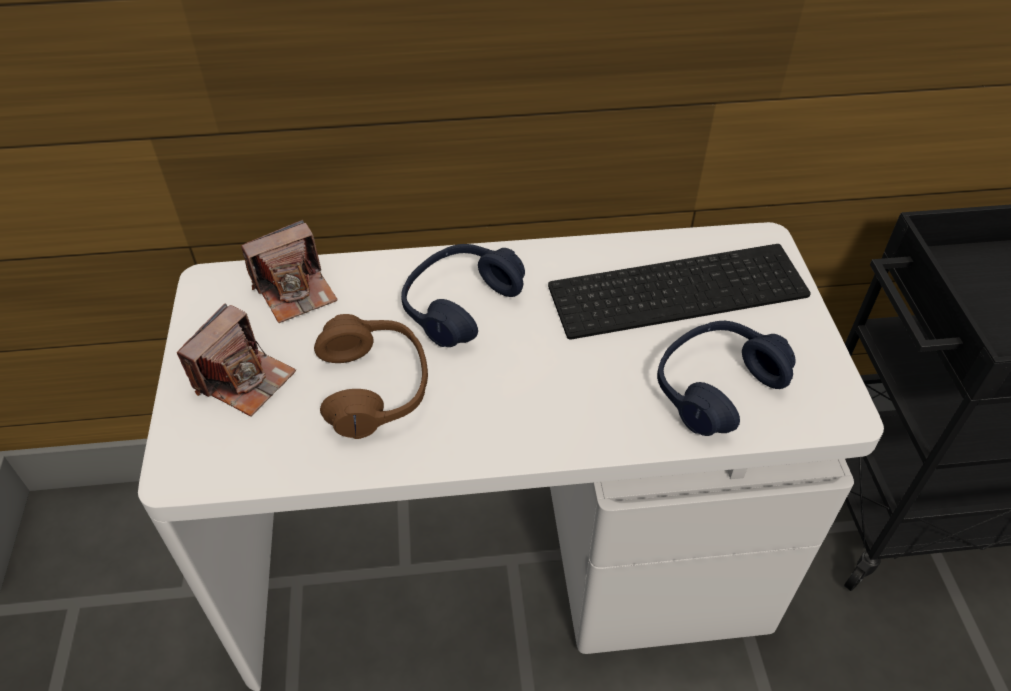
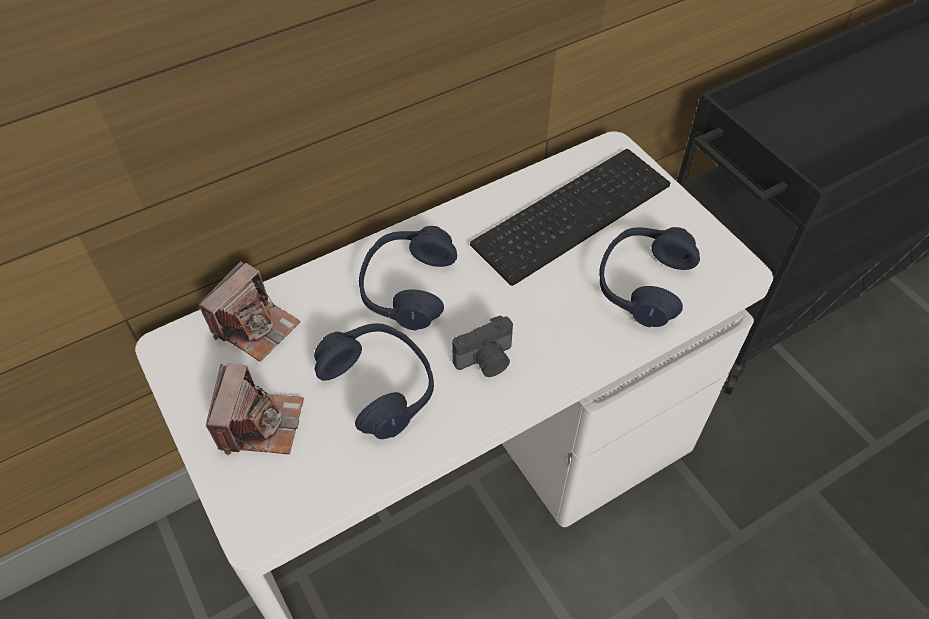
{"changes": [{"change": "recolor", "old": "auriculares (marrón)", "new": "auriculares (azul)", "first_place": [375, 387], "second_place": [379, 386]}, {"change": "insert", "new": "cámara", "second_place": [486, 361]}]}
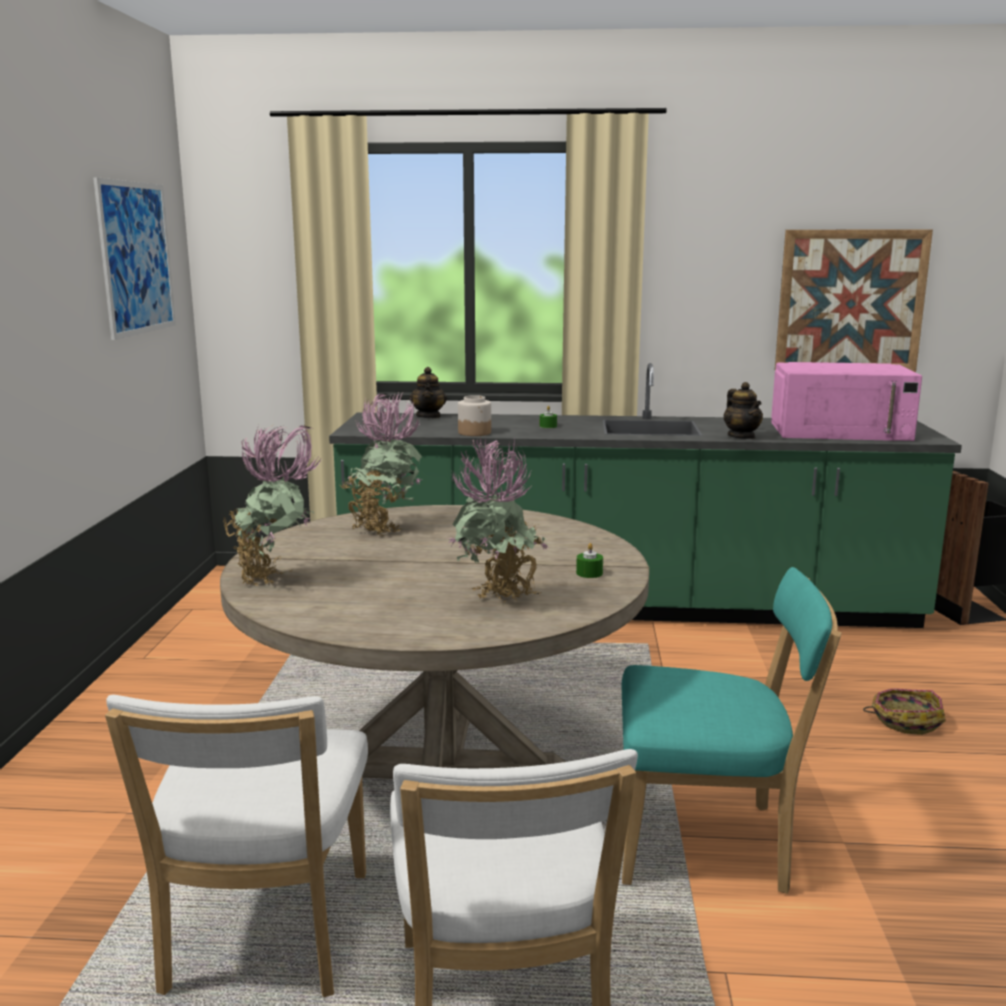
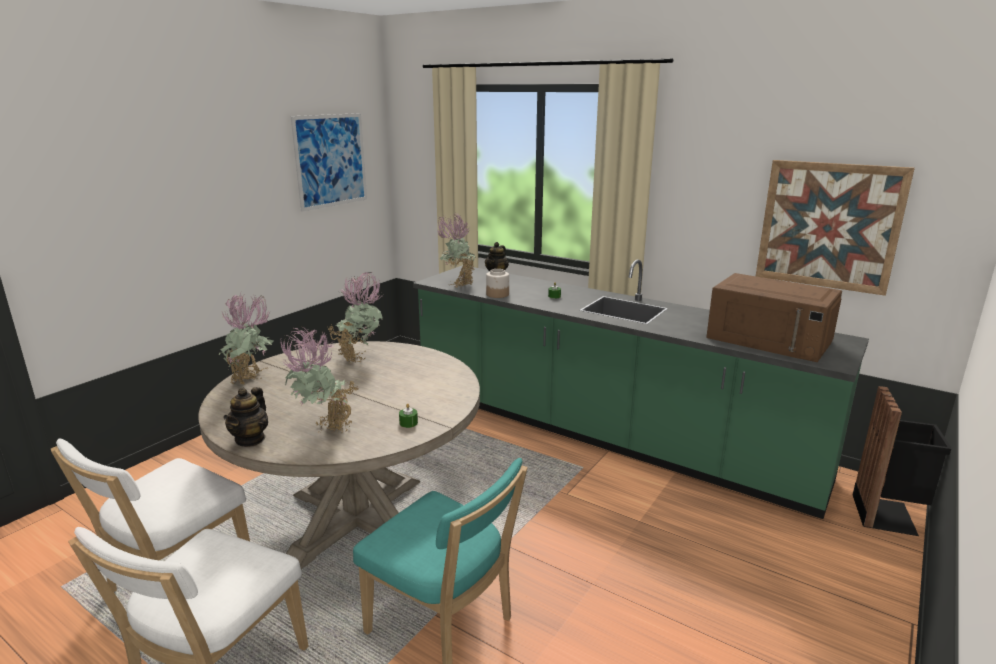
{"changes": [{"change": "move", "old": "tetera", "first_place": [741, 437], "second_place": [250, 439]}, {"change": "insert", "new": "planta en maceta", "second_place": [458, 284]}, {"change": "recolor", "old": "microondas (rosa)", "new": "microondas (marrón)", "first_place": [841, 431], "second_place": [770, 339]}, {"change": "delete", "old": "cesta", "first_place": [905, 721]}]}
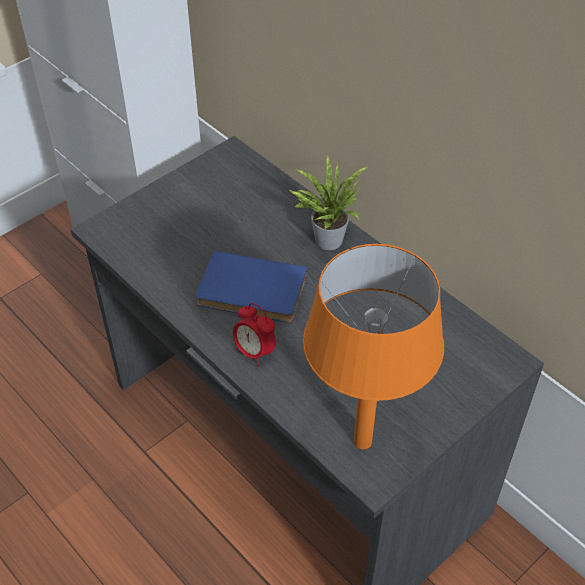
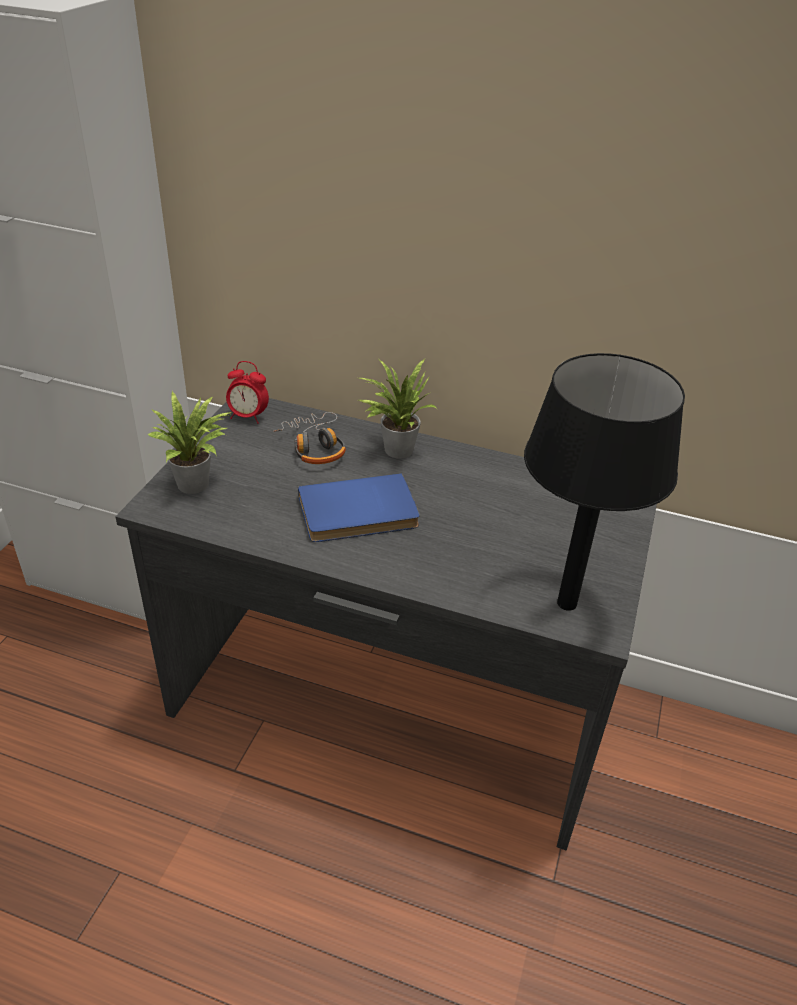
{"changes": [{"change": "insert", "new": "planta en maceta", "second_place": [197, 484]}, {"change": "move", "old": "despertador", "first_place": [254, 352], "second_place": [248, 417]}, {"change": "insert", "new": "auriculares", "second_place": [314, 446]}, {"change": "recolor", "old": "lámpara de mesa (naranja)", "new": "lámpara de mesa (negro)", "first_place": [363, 442], "second_place": [568, 603]}]}
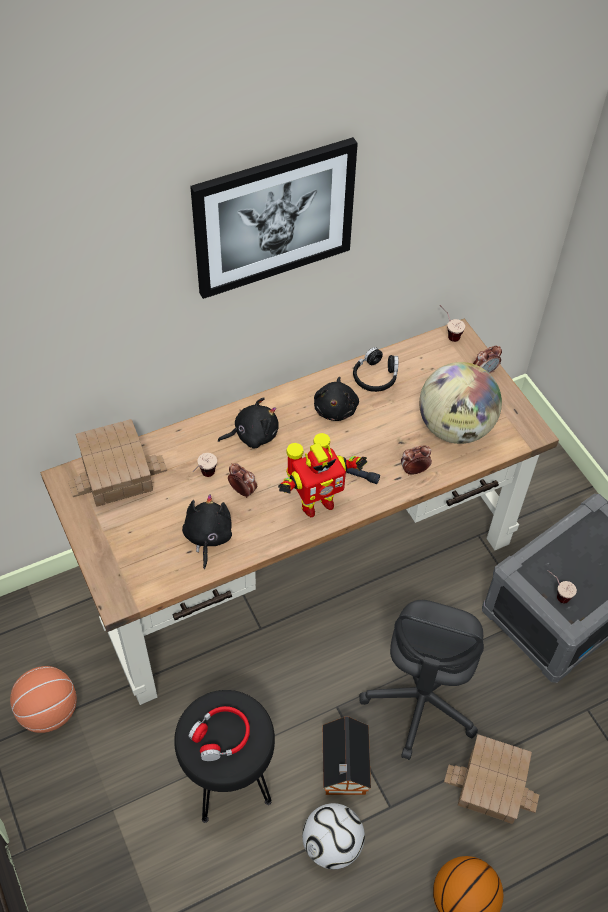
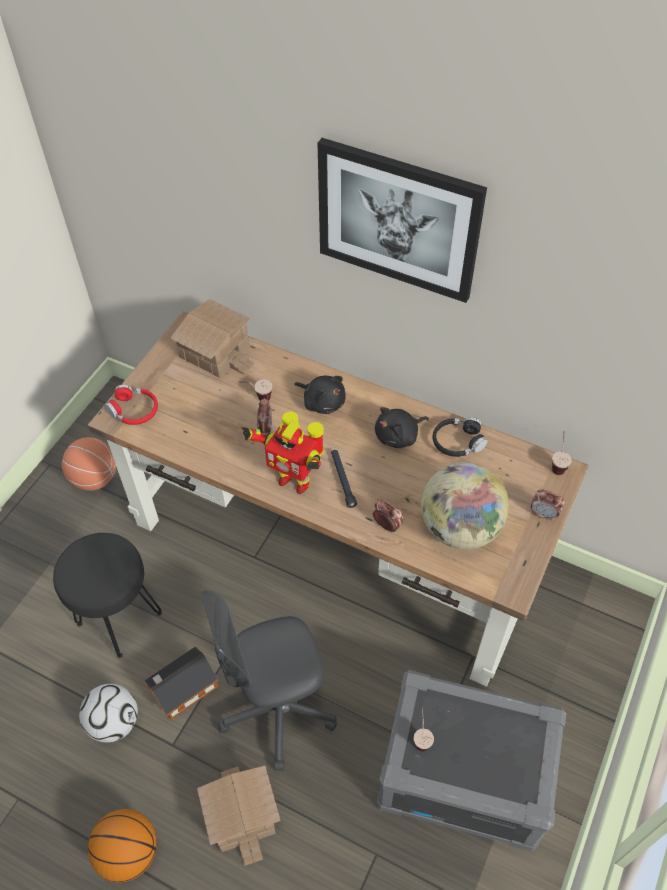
{"changes": [{"change": "move", "old": "auriculares (rojo)", "first_place": [221, 736], "second_place": [134, 410]}, {"change": "delete", "old": "peluche (negro)", "first_place": [207, 537]}]}
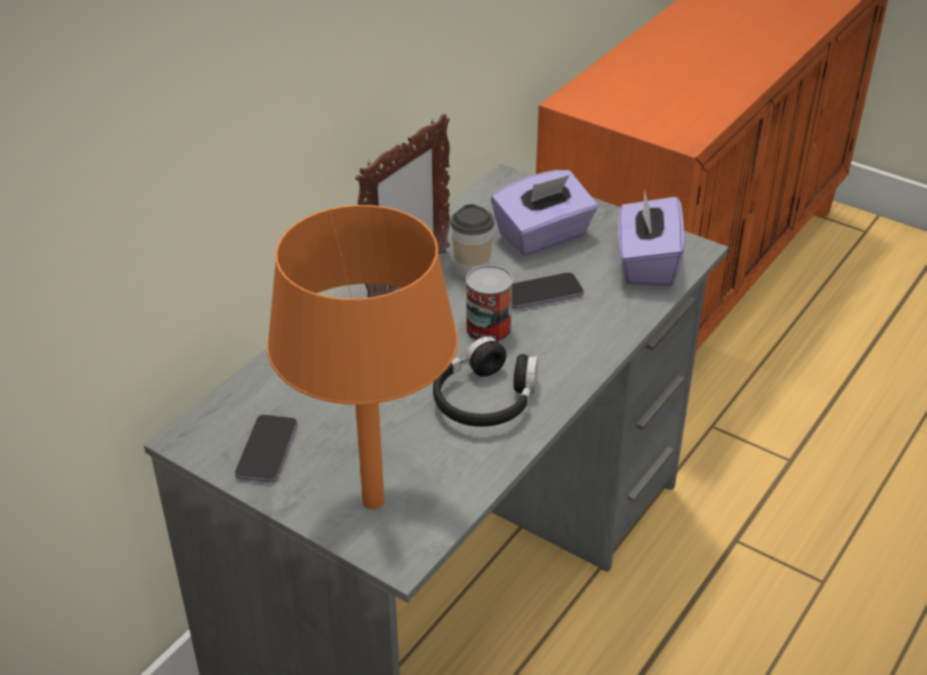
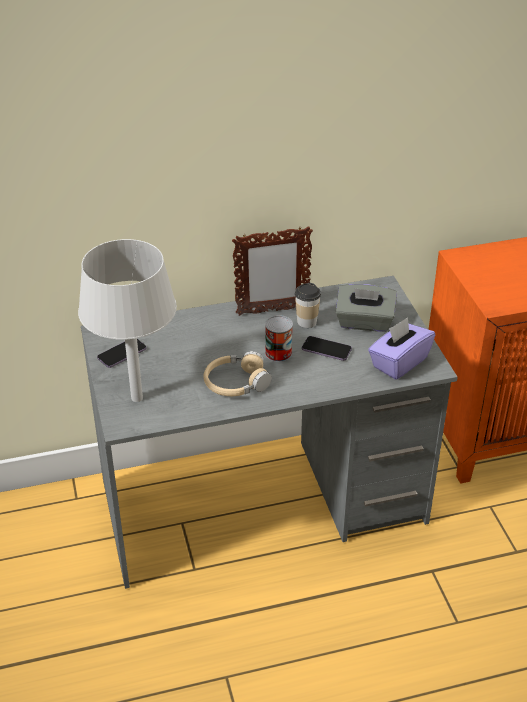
{"changes": [{"change": "recolor", "old": "lámpara de mesa (naranja)", "new": "lámpara de mesa (gris)", "first_place": [373, 502], "second_place": [136, 398]}, {"change": "recolor", "old": "auriculares (negro)", "new": "auriculares (beis)", "first_place": [486, 399], "second_place": [236, 383]}, {"change": "recolor", "old": "caja de pañuelos (morado)", "new": "caja de pañuelos (gris)", "first_place": [543, 236], "second_place": [364, 322]}]}
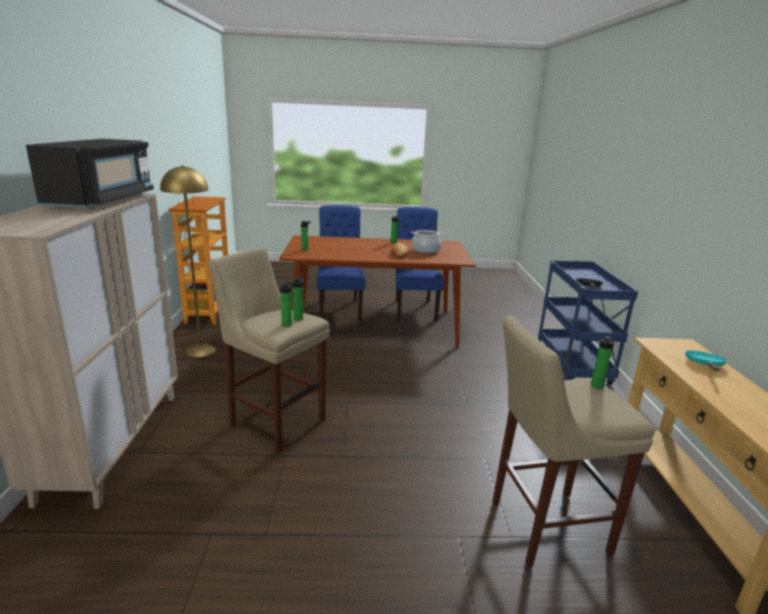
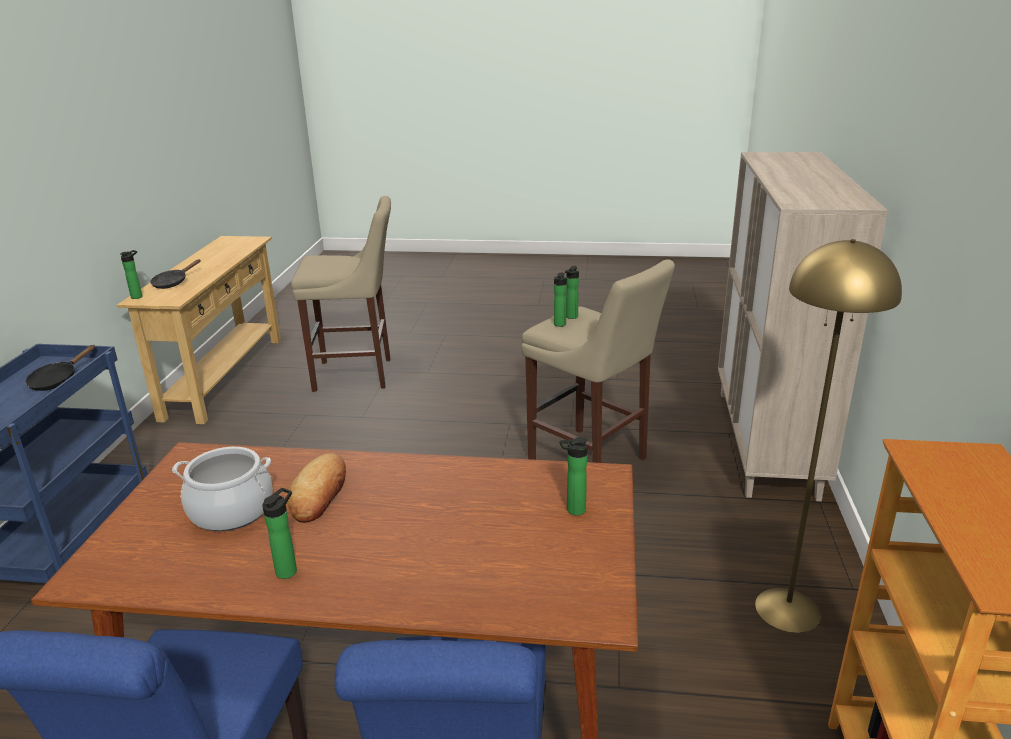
{"changes": [{"change": "move", "old": "botella", "first_place": [596, 386], "second_place": [138, 296]}, {"change": "recolor", "old": "sartén (turquesa)", "new": "sartén (negro)", "first_place": [704, 365], "second_place": [173, 283]}, {"change": "delete", "old": "microondas (negro)", "first_place": [103, 201]}]}
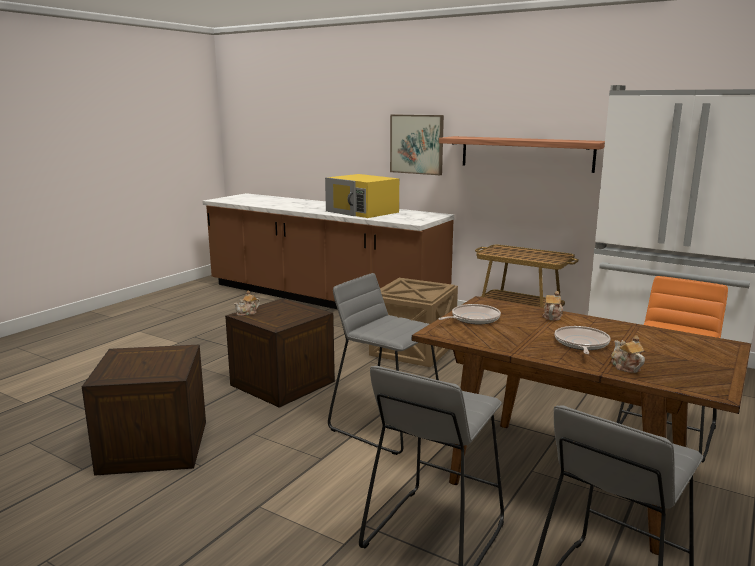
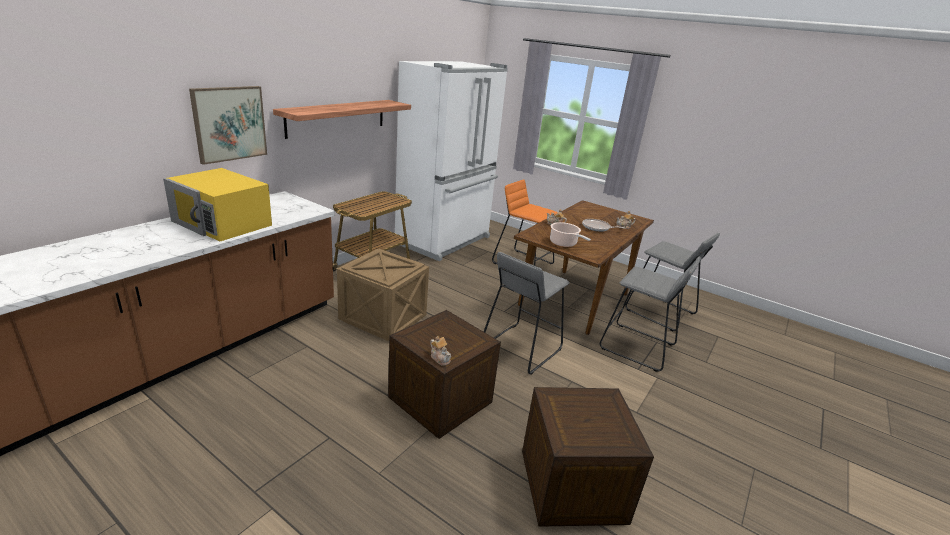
{"changes": [{"change": "rotate", "old": "microondas (amarillo)", "first_place": [362, 212], "second_place": [223, 223], "degrees": 75}, {"change": "replace", "old": "sartén", "new": "olla", "first_place": [473, 319], "second_place": [564, 243]}]}
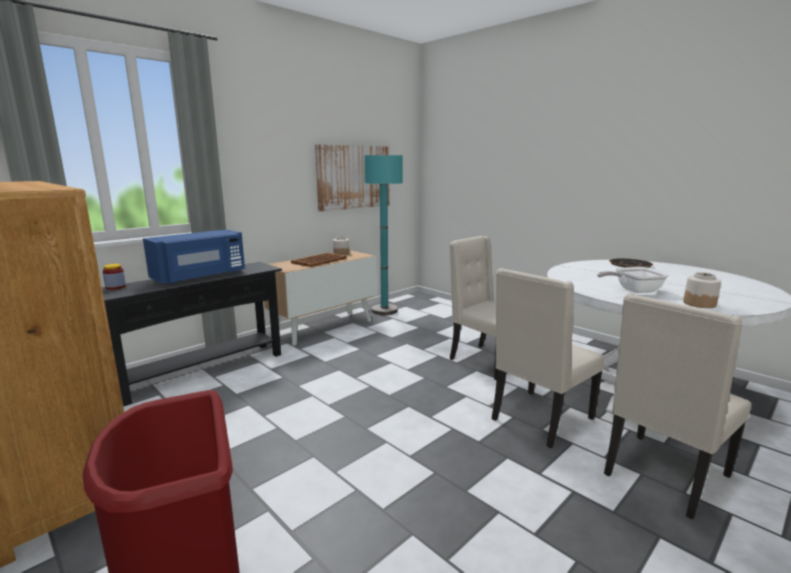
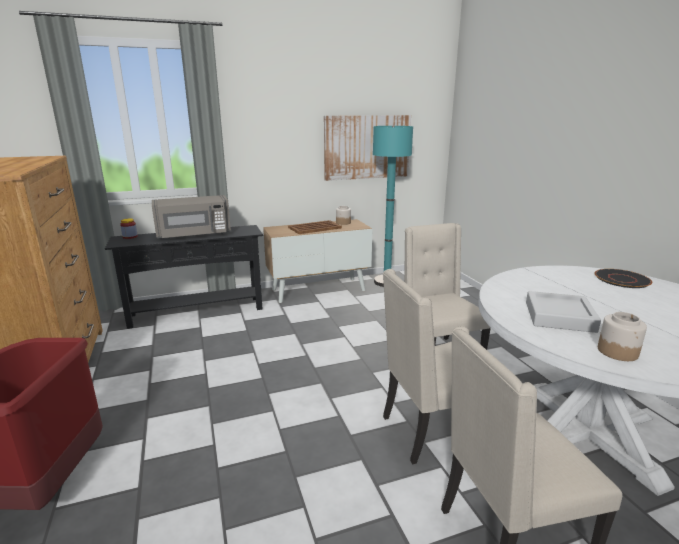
{"changes": [{"change": "recolor", "old": "microondas (azul)", "new": "microondas (gris)", "first_place": [200, 276], "second_place": [194, 234]}, {"change": "replace", "old": "sartén", "new": "bandeja (gris)", "first_place": [633, 290], "second_place": [559, 317]}]}
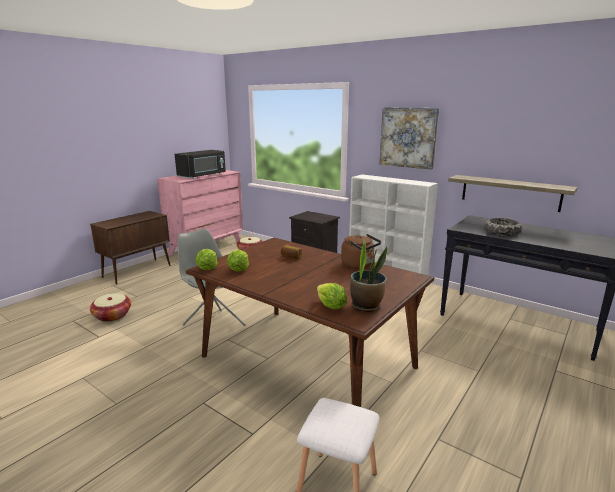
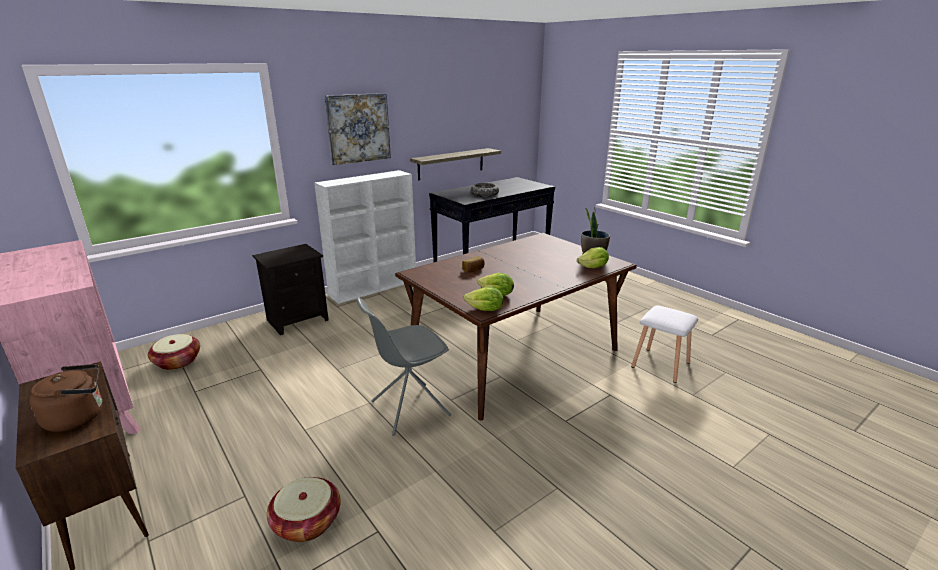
{"changes": [{"change": "move", "old": "hervidor (marrón)", "first_place": [359, 265], "second_place": [79, 417]}, {"change": "delete", "old": "microondas (negro)", "first_place": [203, 175]}]}
